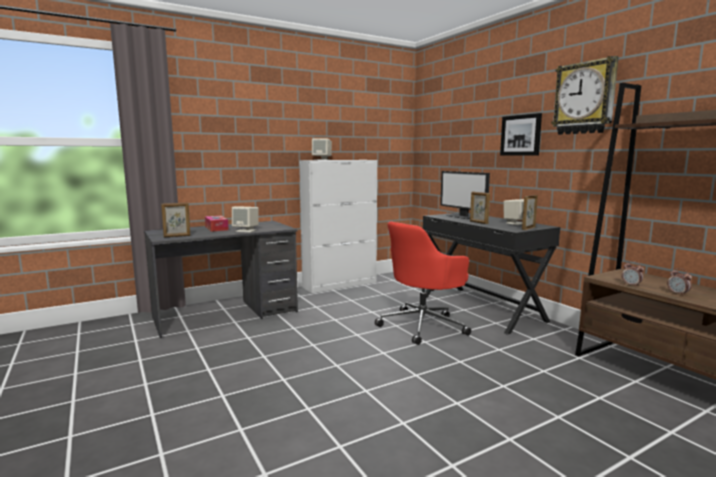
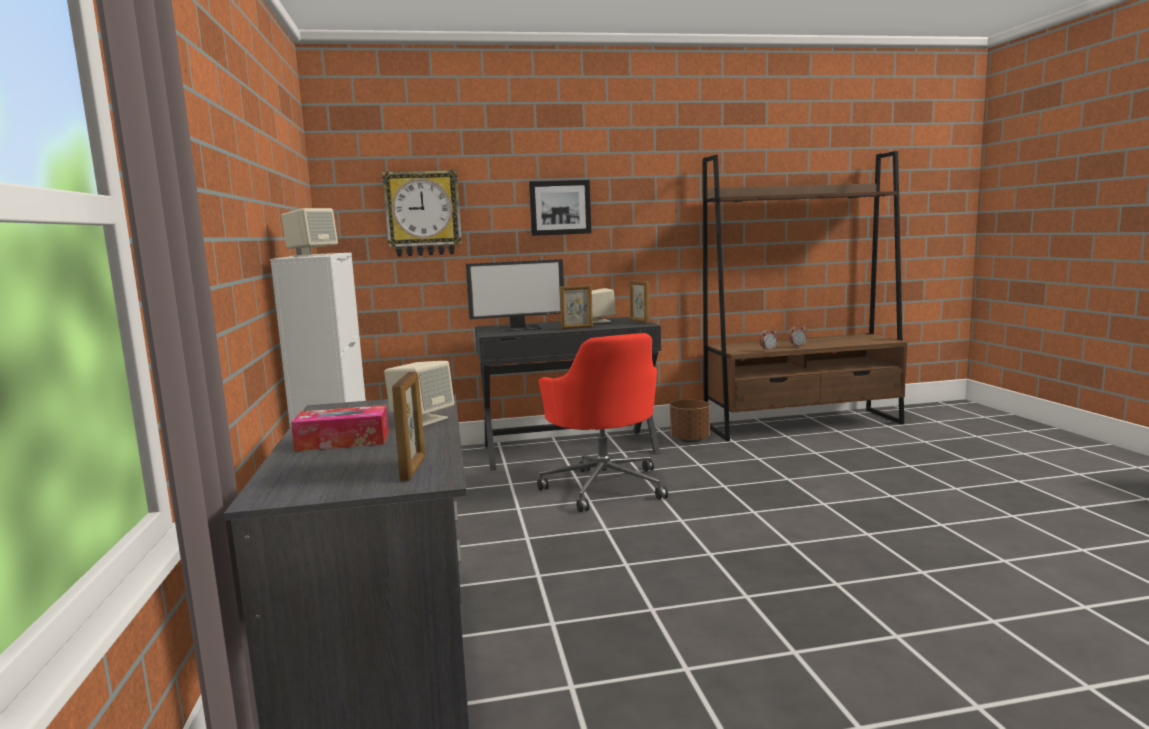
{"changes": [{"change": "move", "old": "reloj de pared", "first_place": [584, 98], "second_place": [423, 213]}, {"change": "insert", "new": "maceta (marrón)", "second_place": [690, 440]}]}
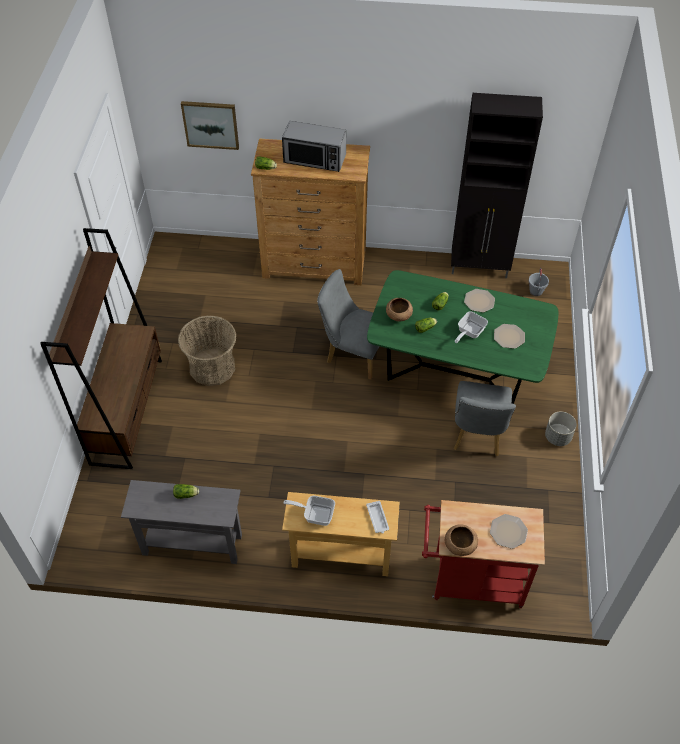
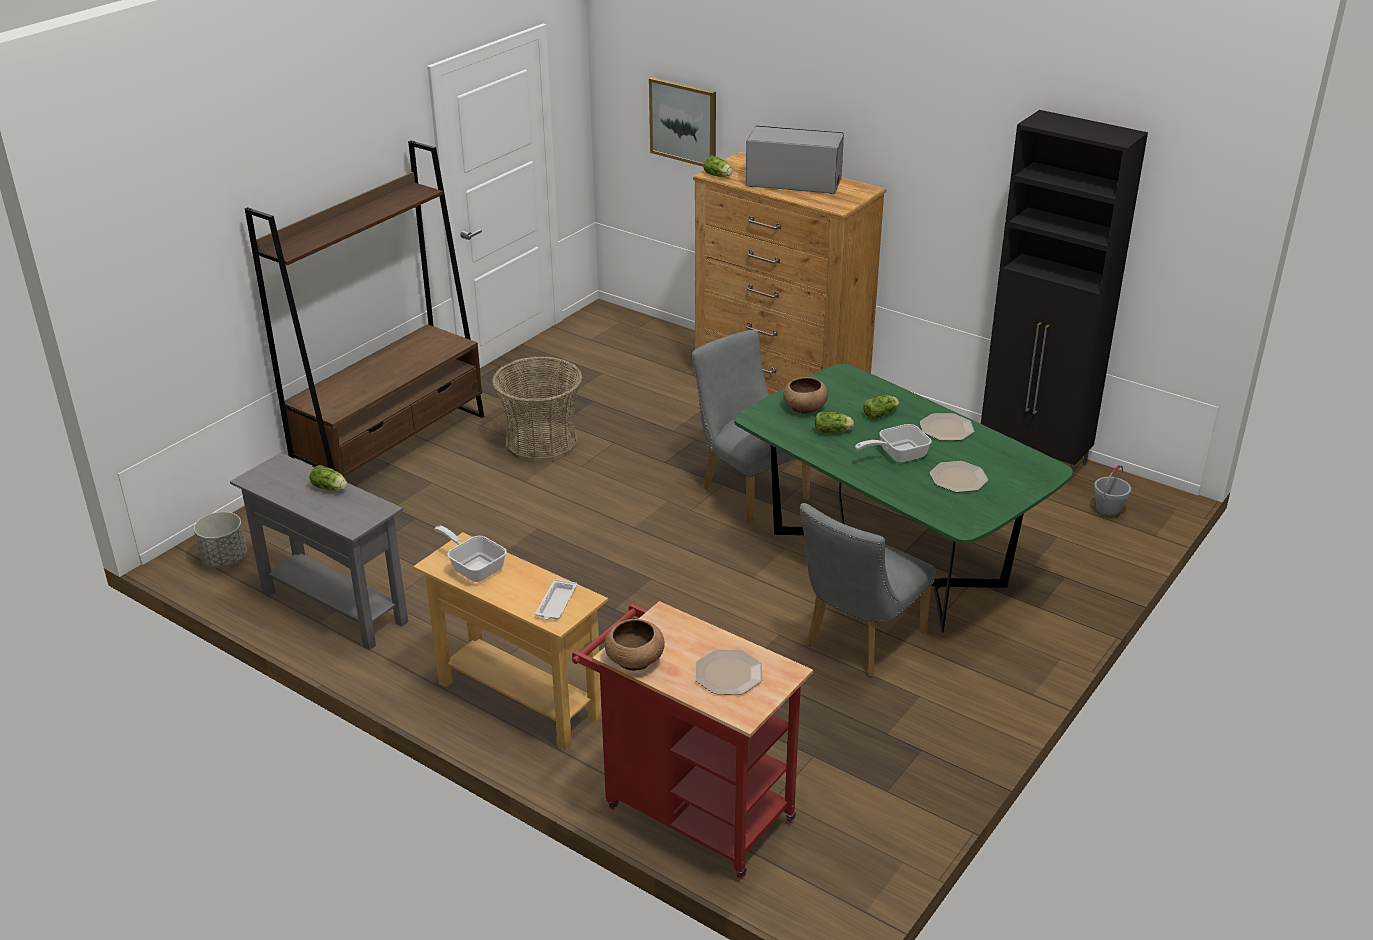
{"changes": [{"change": "move", "old": "maceta (gris)", "first_place": [558, 437], "second_place": [225, 559]}, {"change": "rotate", "old": "microondas", "first_place": [314, 159], "second_place": [793, 182], "degrees": 150}]}
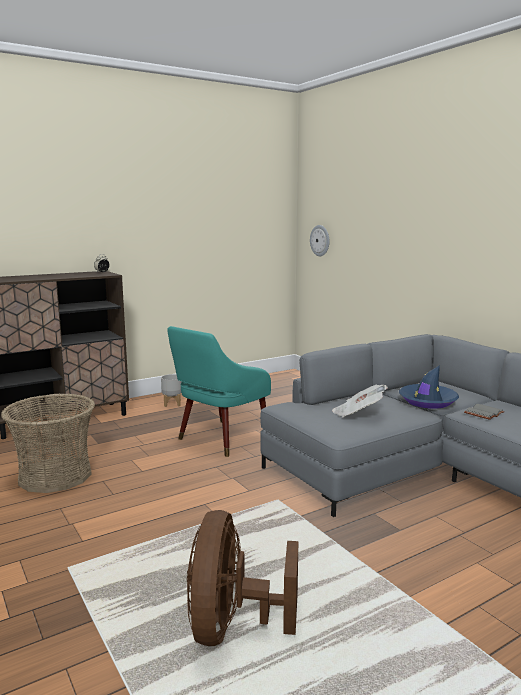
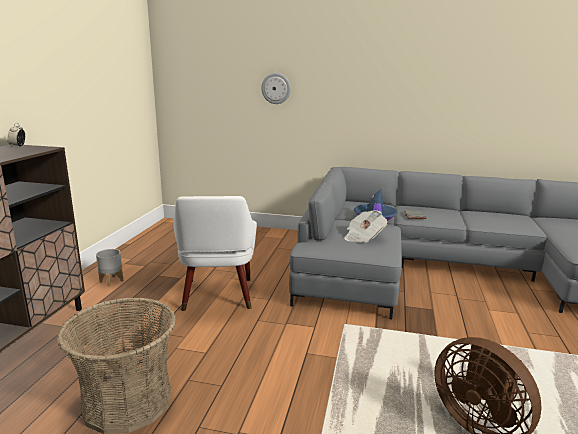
{"changes": [{"change": "recolor", "old": "sillón (turquesa)", "new": "sillón (blanco)", "first_place": [219, 439], "second_place": [217, 297]}, {"change": "move", "old": "reloj de pared", "first_place": [320, 240], "second_place": [276, 88]}]}
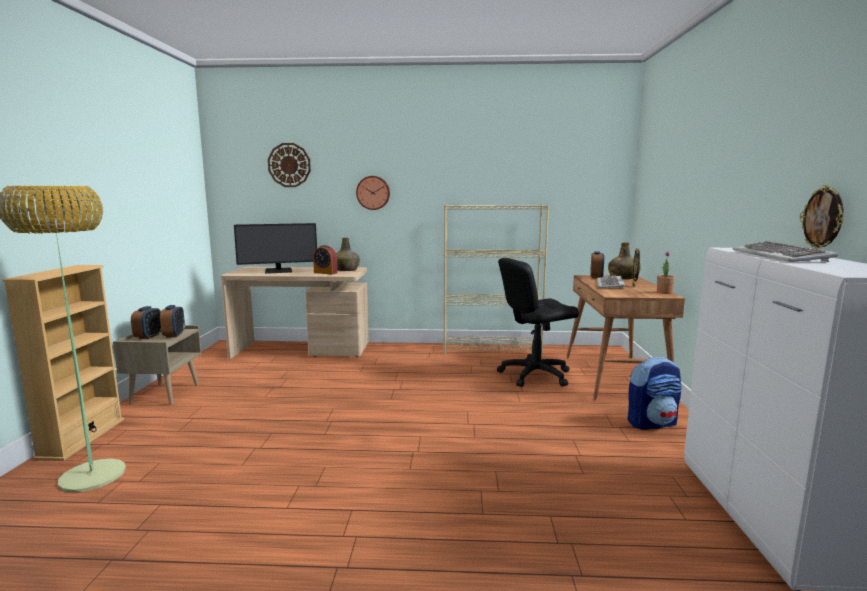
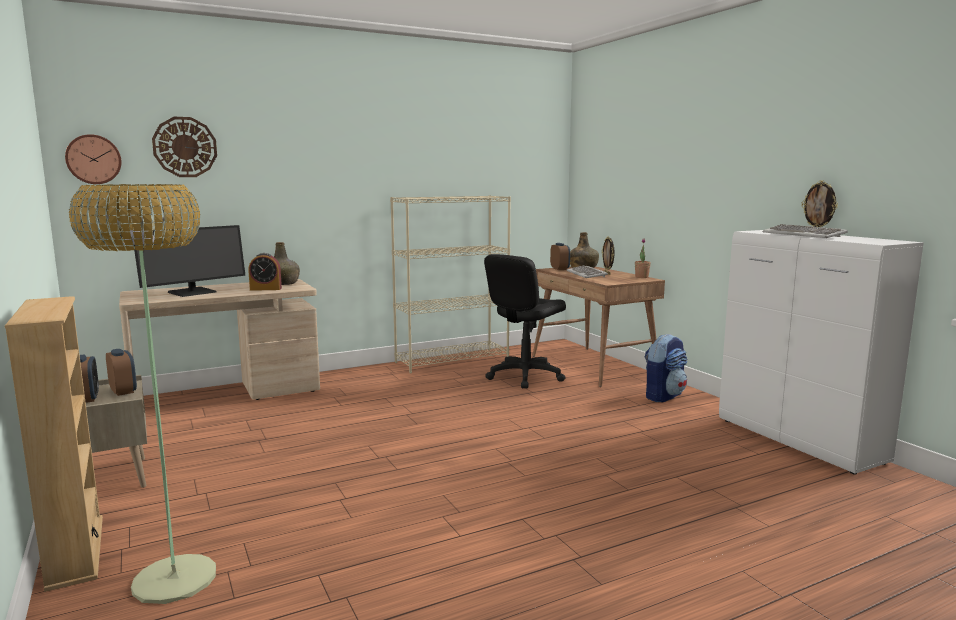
{"changes": [{"change": "move", "old": "reloj de pared", "first_place": [373, 193], "second_place": [94, 159]}]}
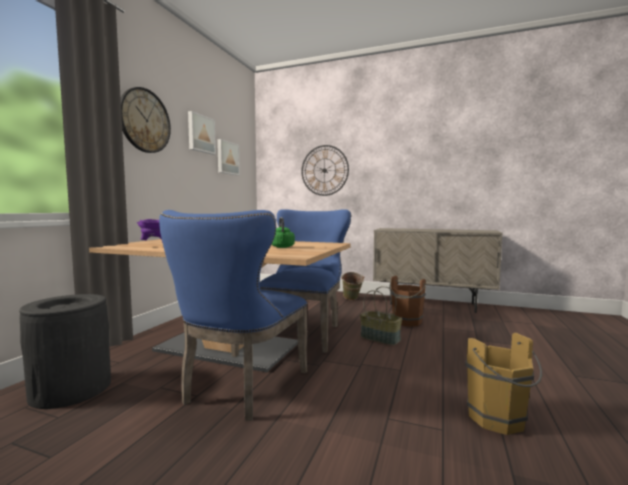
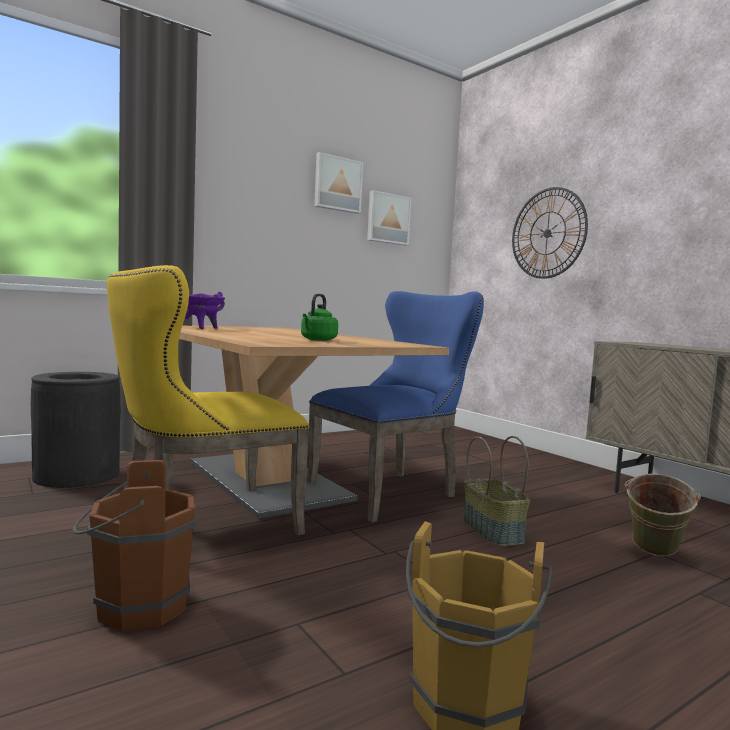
{"changes": [{"change": "move", "old": "cubo (marrón)", "first_place": [406, 322], "second_place": [135, 608]}, {"change": "recolor", "old": "silla (azul)", "new": "silla (amarillo)", "first_place": [240, 389], "second_place": [200, 525]}, {"change": "move", "old": "cubo (verde)", "first_place": [351, 300], "second_place": [654, 554]}, {"change": "delete", "old": "reloj de pared", "first_place": [145, 121]}]}
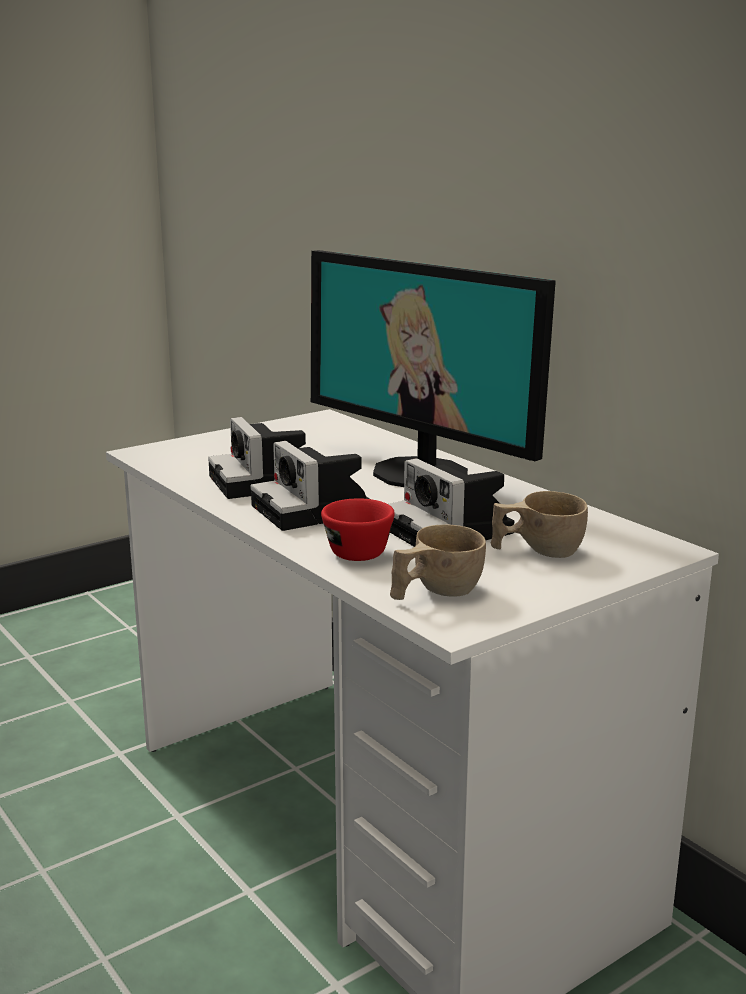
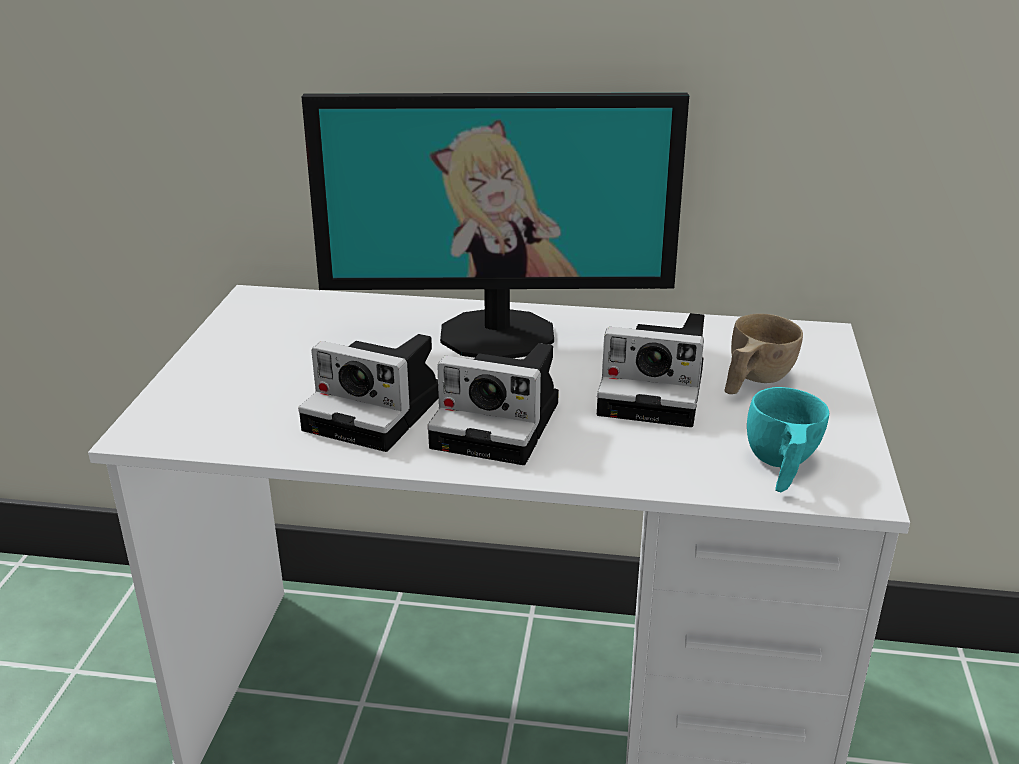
{"changes": [{"change": "recolor", "old": "taza (beis)", "new": "taza (turquesa)", "first_place": [435, 592], "second_place": [780, 466]}, {"change": "delete", "old": "taza (rojo)", "first_place": [353, 550]}]}
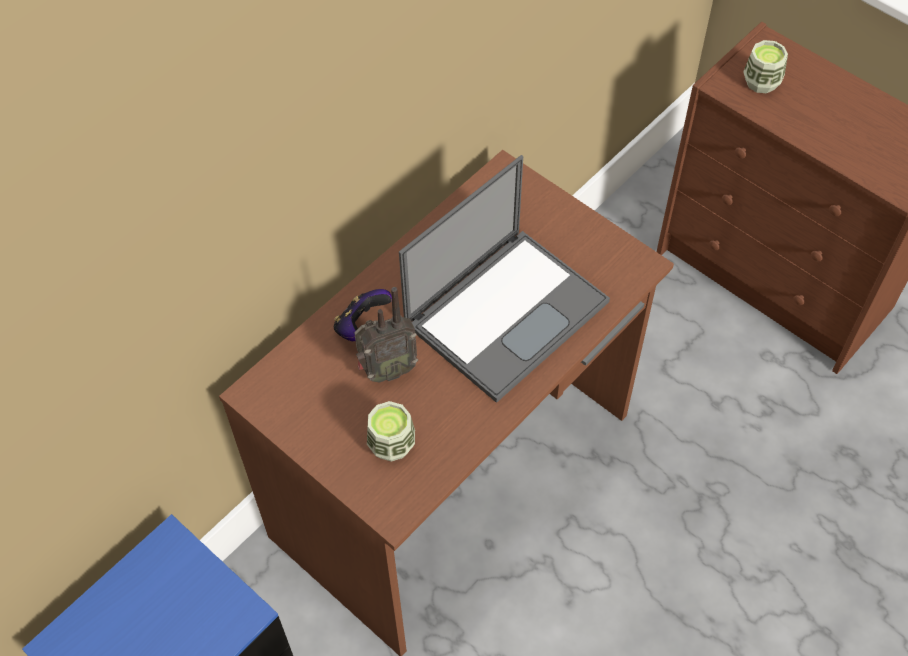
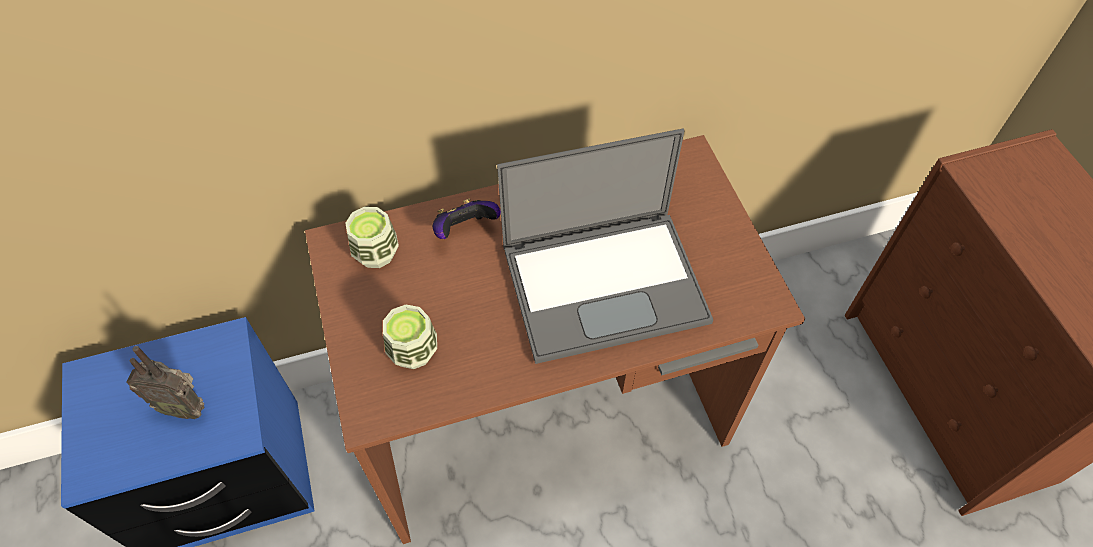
{"changes": [{"change": "move", "old": "radio", "first_place": [386, 370], "second_place": [184, 406]}, {"change": "move", "old": "taza", "first_place": [761, 82], "second_place": [376, 253]}]}
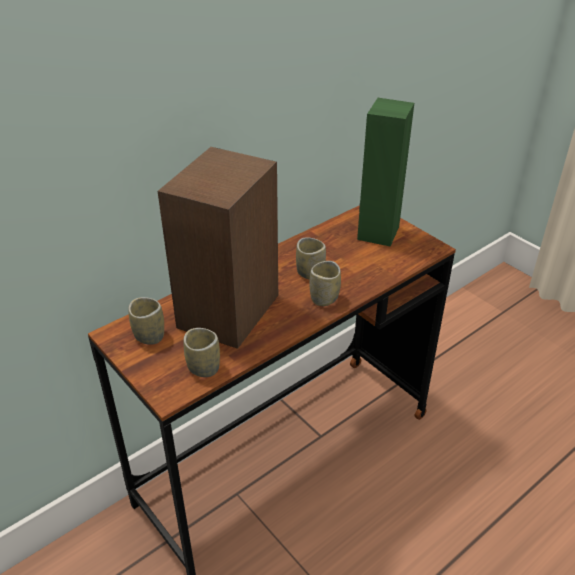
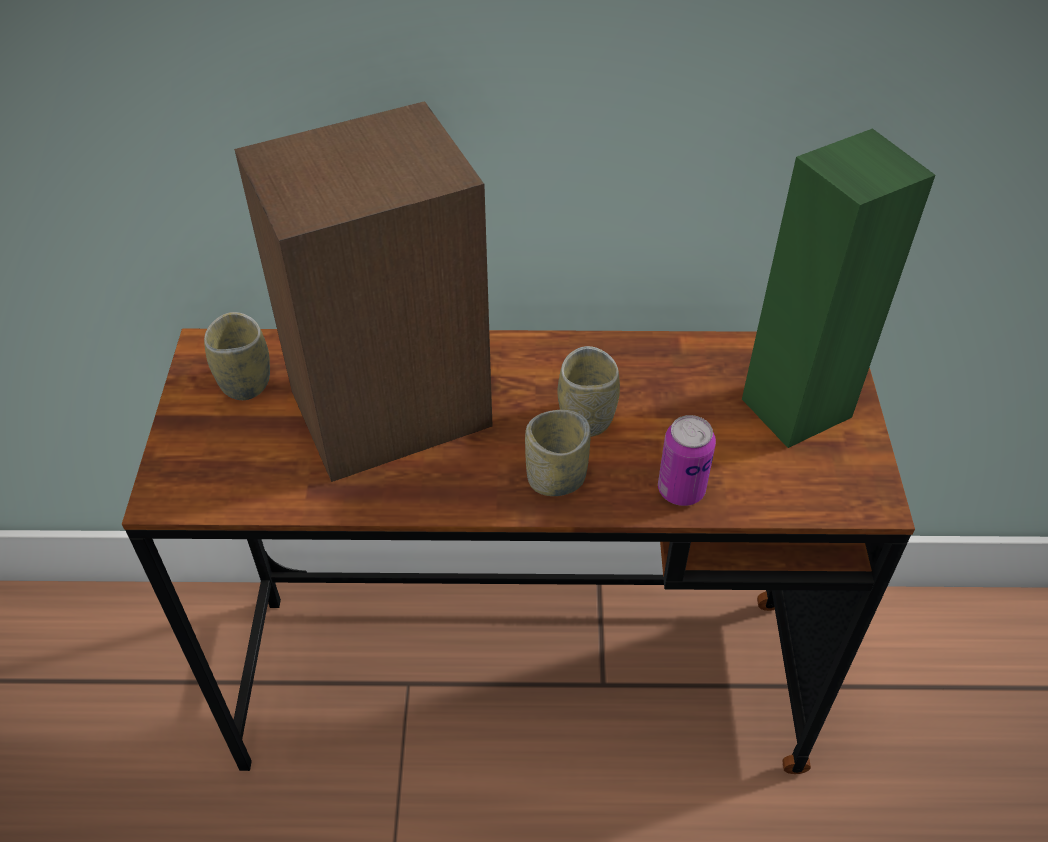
{"changes": [{"change": "insert", "new": "lata", "second_place": [681, 490]}, {"change": "delete", "old": "taza", "first_place": [203, 368]}]}
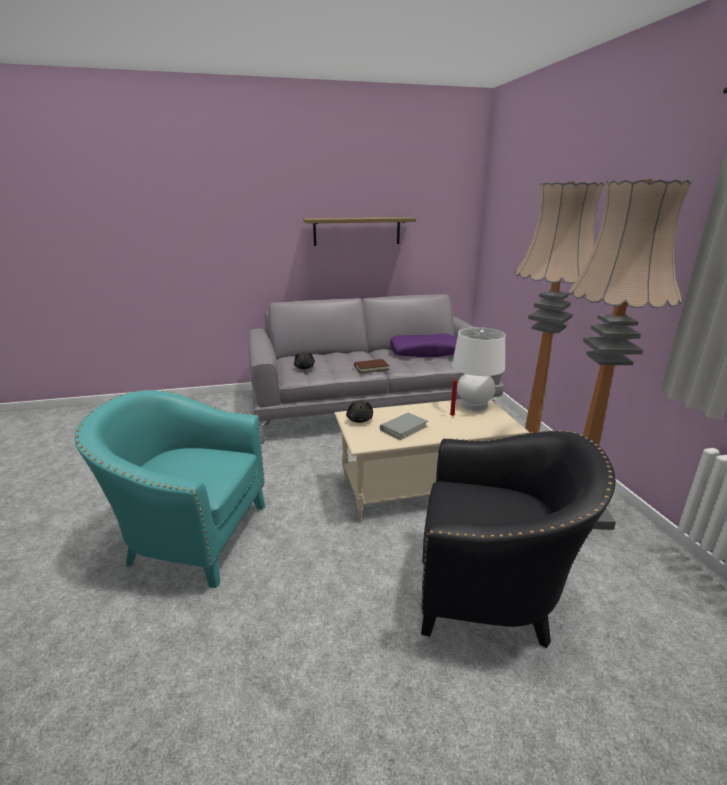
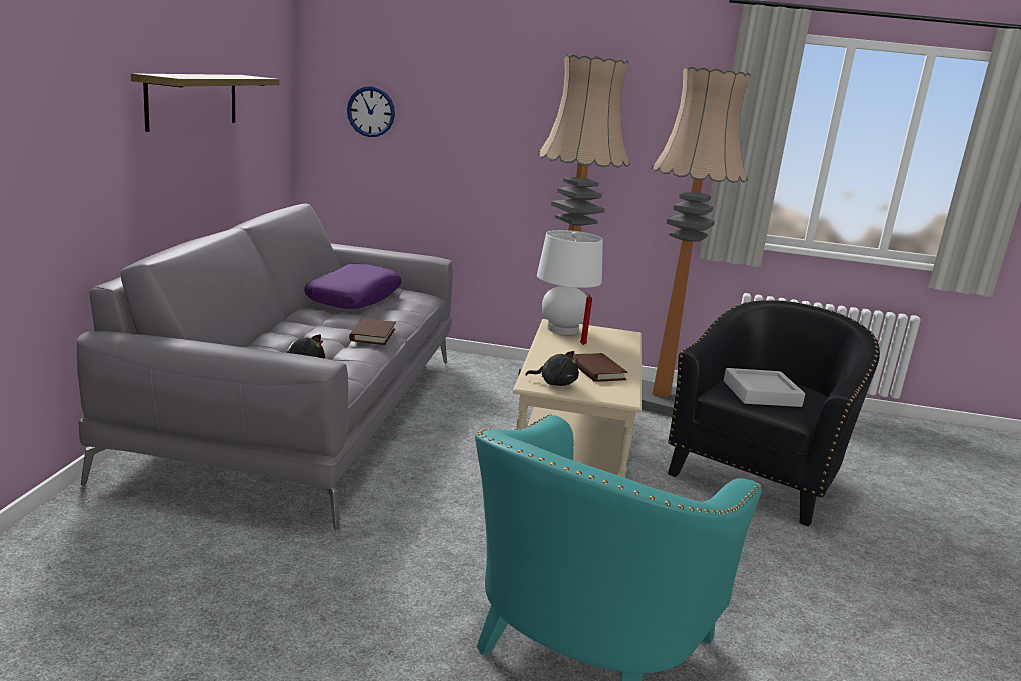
{"changes": [{"change": "insert", "new": "reloj de pared", "second_place": [371, 111]}, {"change": "recolor", "old": "libro (gris)", "new": "libro (marrón)", "first_place": [403, 428], "second_place": [597, 371]}, {"change": "insert", "new": "bandeja (gris)", "second_place": [761, 393]}]}
